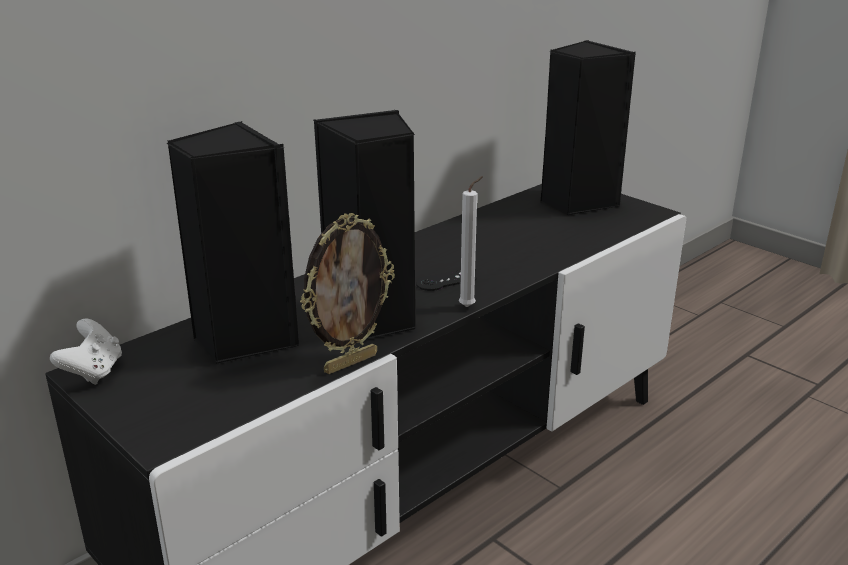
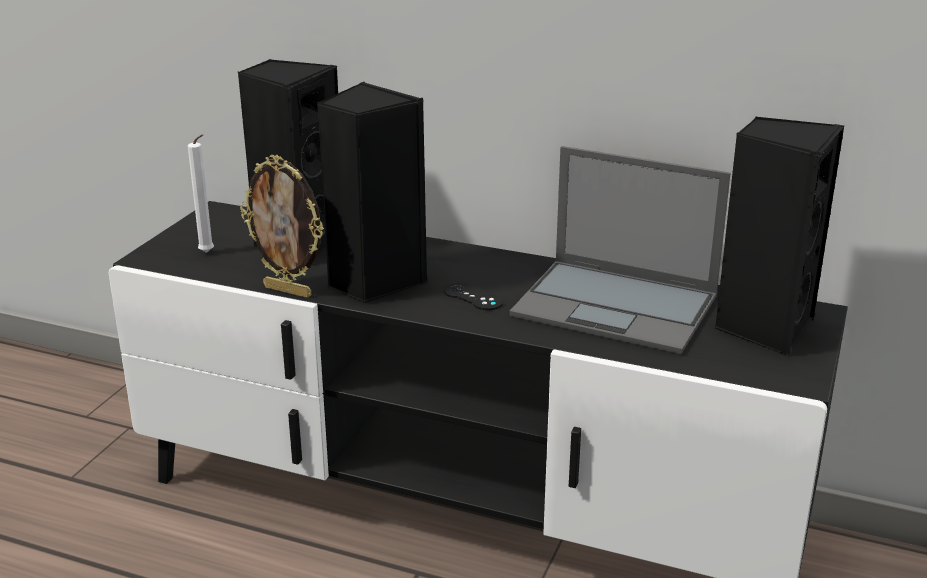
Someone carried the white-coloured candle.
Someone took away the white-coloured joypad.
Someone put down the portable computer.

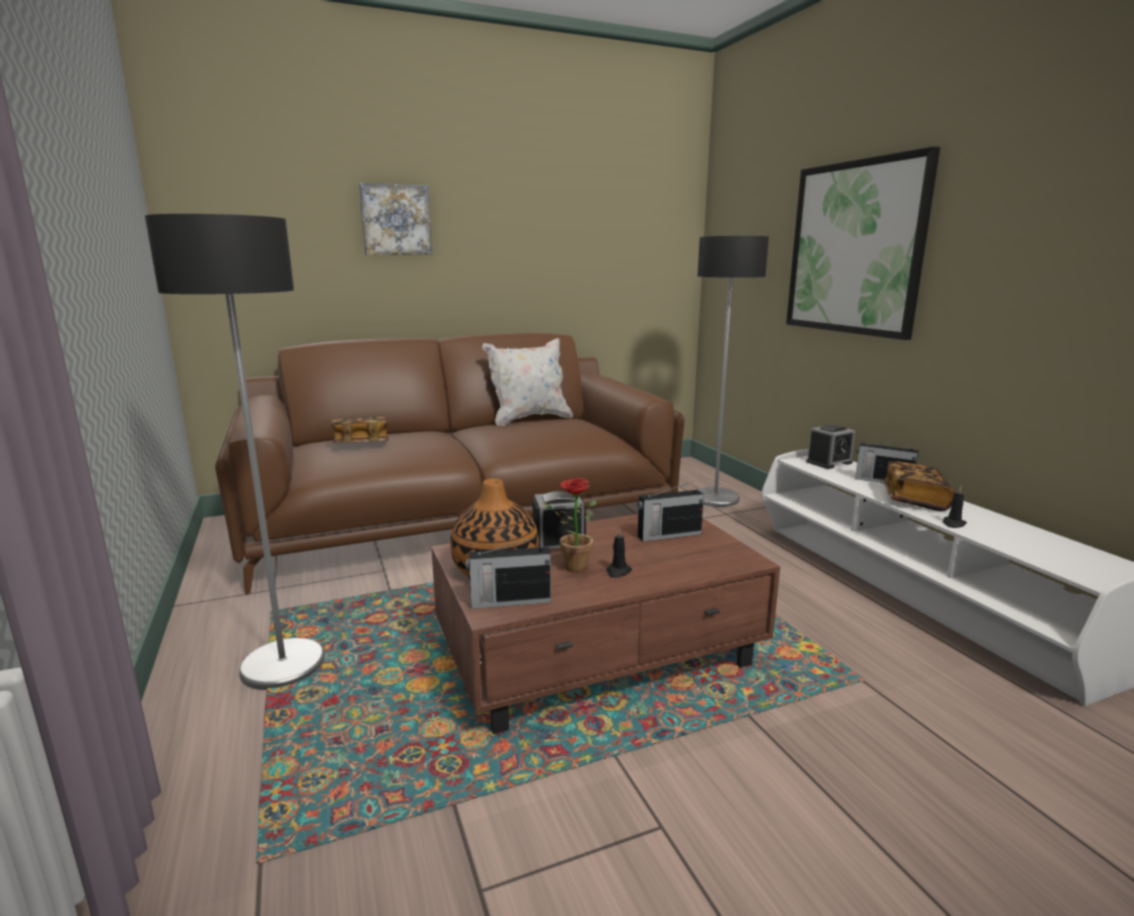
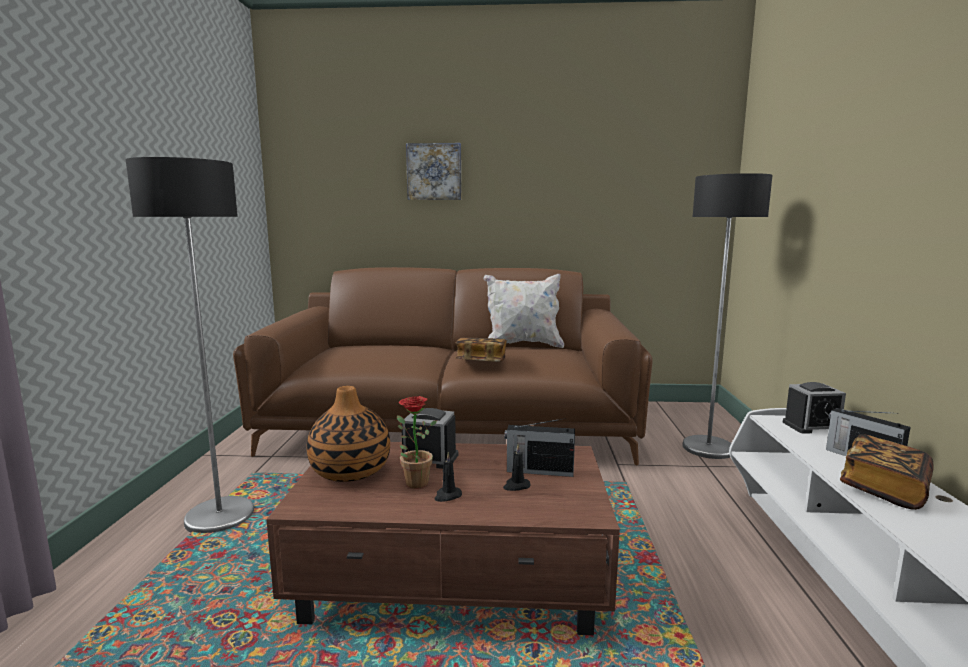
Someone took away the wall art (no. 2 from left).
Someone carried the volume (no. 1 from left).
Someone carried the blackish candle (no. 2 from left).
Someone took away the radio (no. 1 from left).

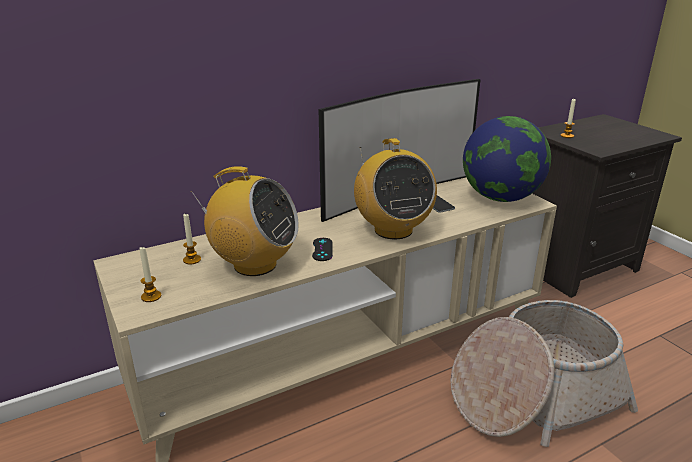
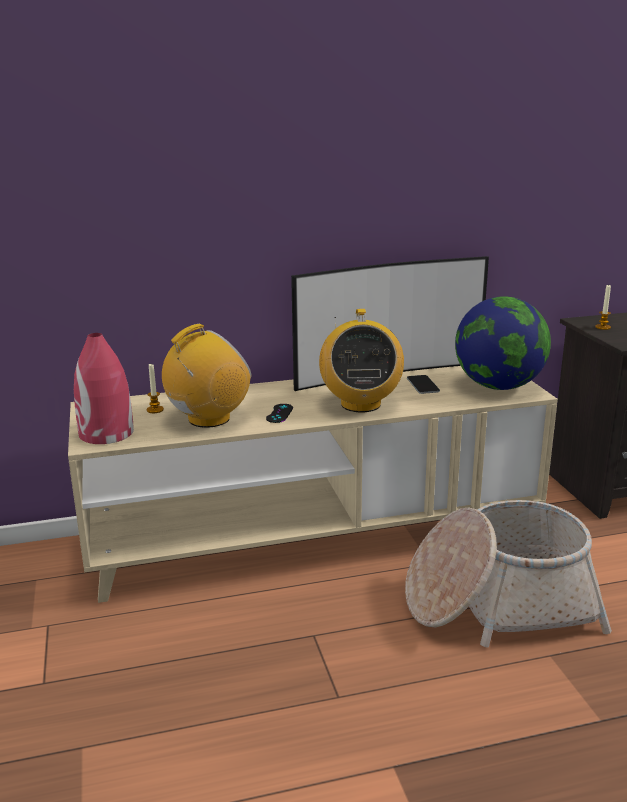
Someone rotated the radio (no. 1 from left) by 75 degrees counterclockwise.
Someone swapped the candle (no. 1 from left) for the red-coloured decorative vase.

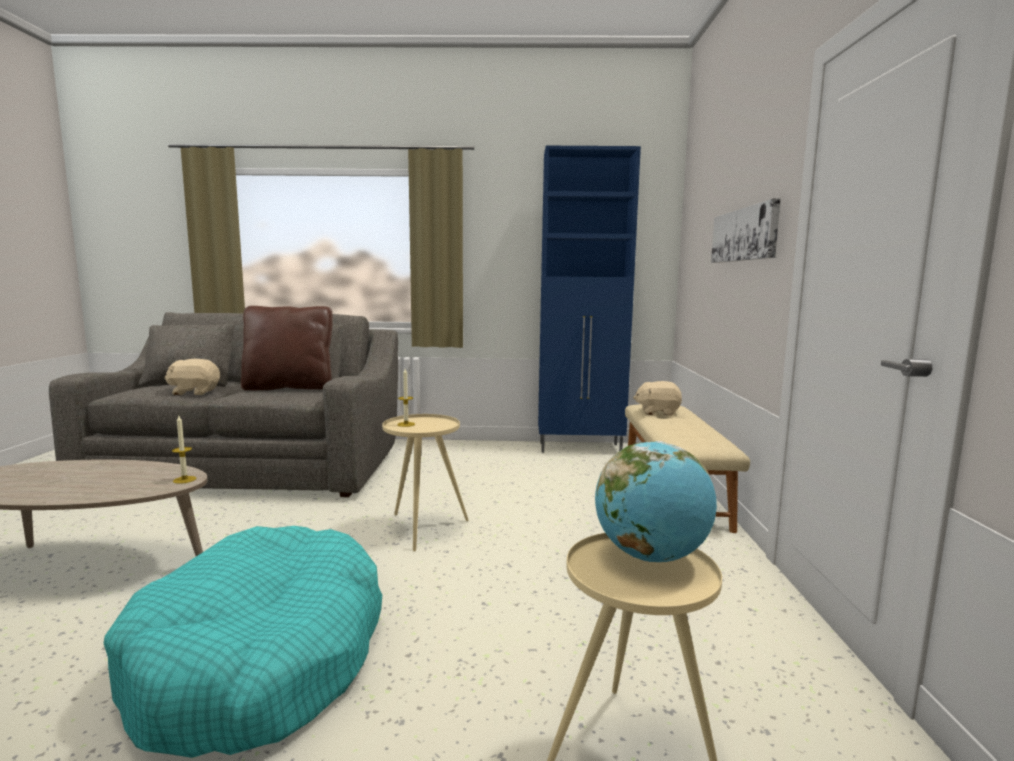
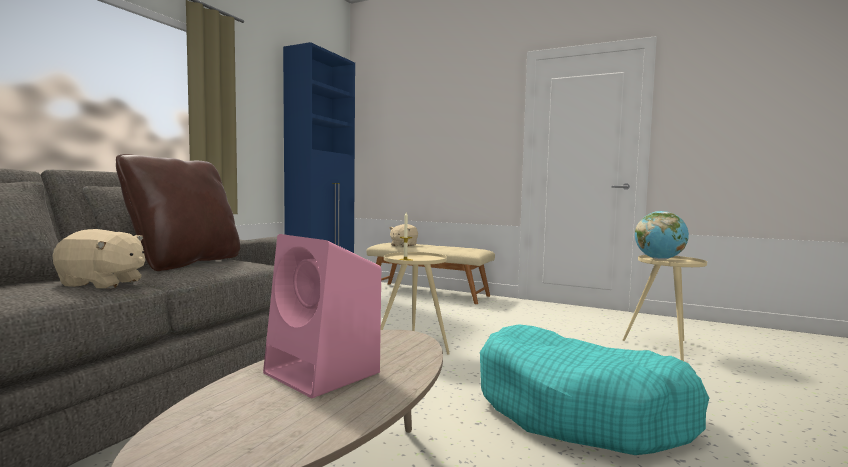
Someone took away the wall art.
Someone rotated the beige-coloured plush toy (no. 1 from left) by 105 degrees counterclockwise.
Someone took away the candle (no. 1 from left).
Someone put down the pink speaker.

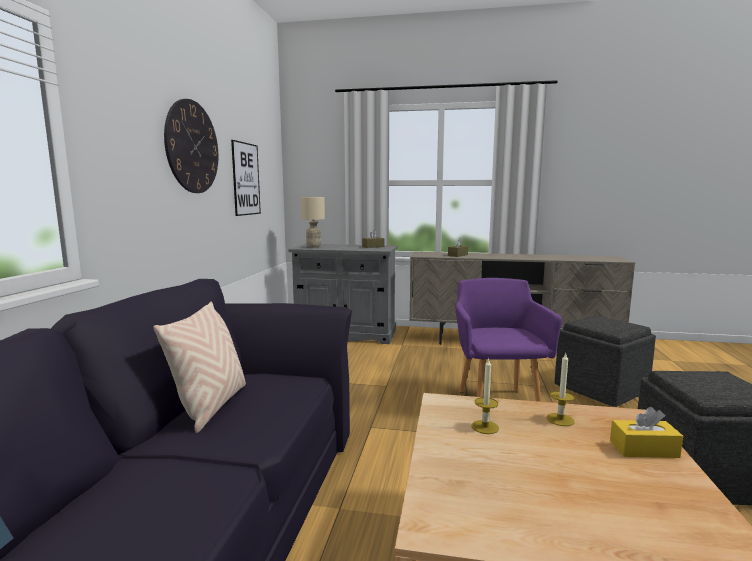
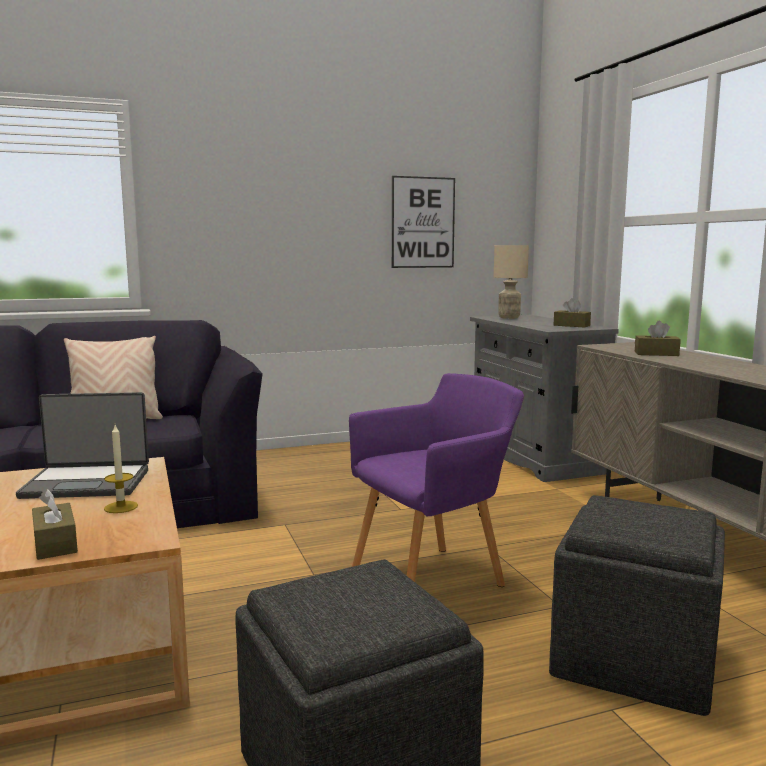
Someone took away the wall clock.
Someone swapped the candle (no. 1 from left) for the portable computer.
Someone repainted the yellow-coloured tissue box, which became the brown tissue box (no. 1 from left).

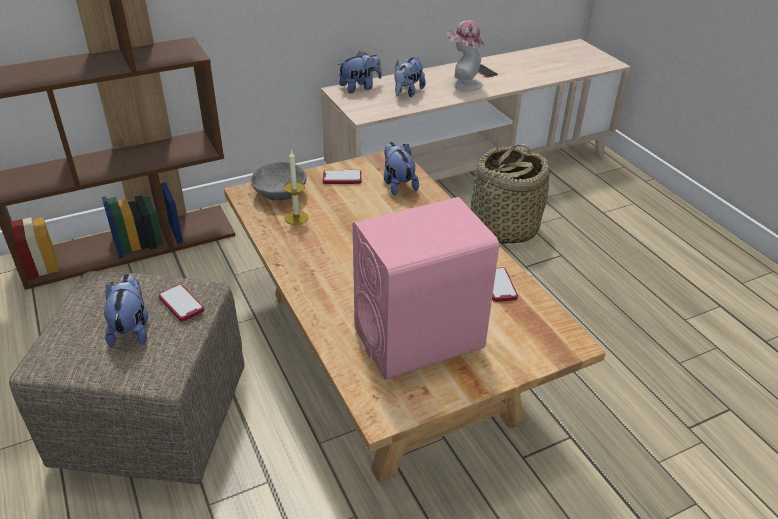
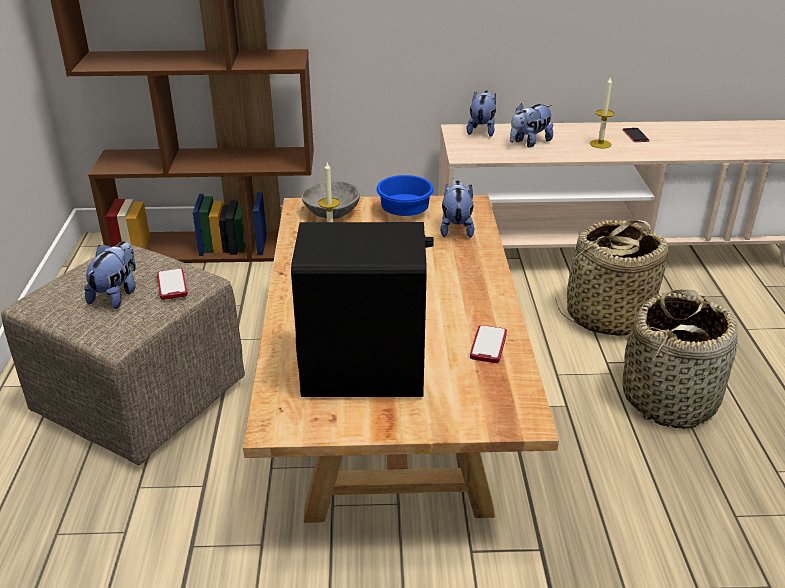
Someone swapped the clothing hat for the candle (no. 2 from left).
Someone rotated the plush toy (no. 2 from left in the first image) by 75 degrees counterclockwise.
Someone swapped the telephone (no. 2 from left) for the blue-coloured deep dish.
Someone repainted the pink speaker, which became the blackish speaker.
Someone put down the storage basket (no. 2 from left).

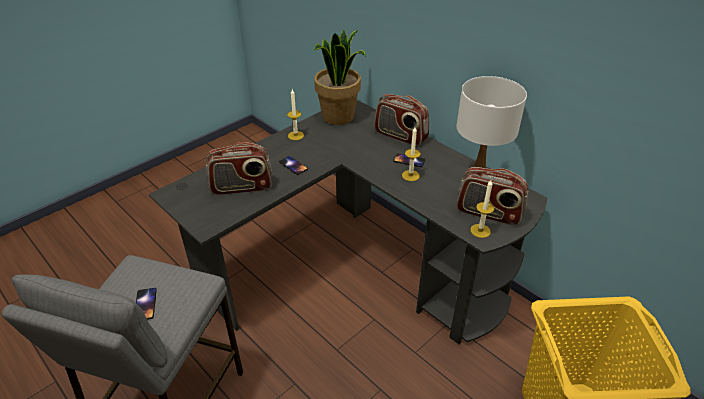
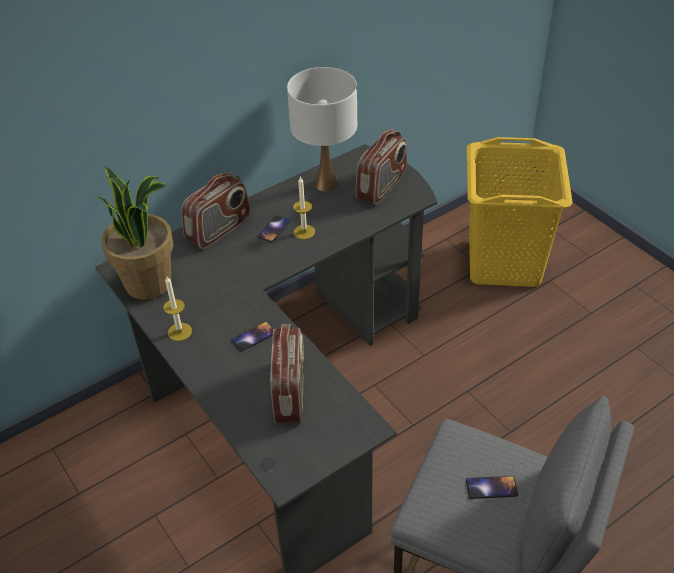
Someone took away the candle (no. 3 from left).

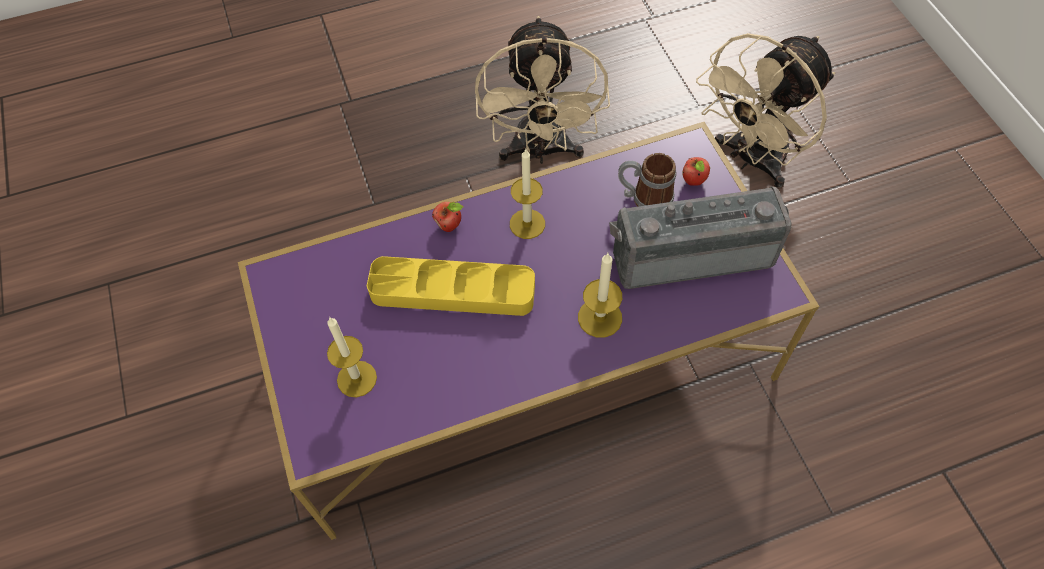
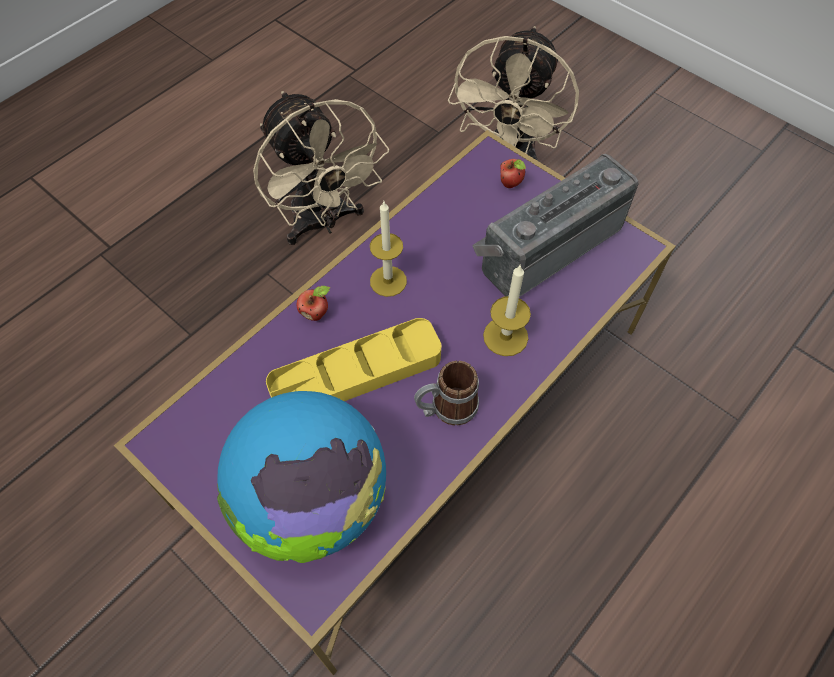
Someone carried the coffee mug.
Someone swapped the candle (no. 1 from left) for the globe.

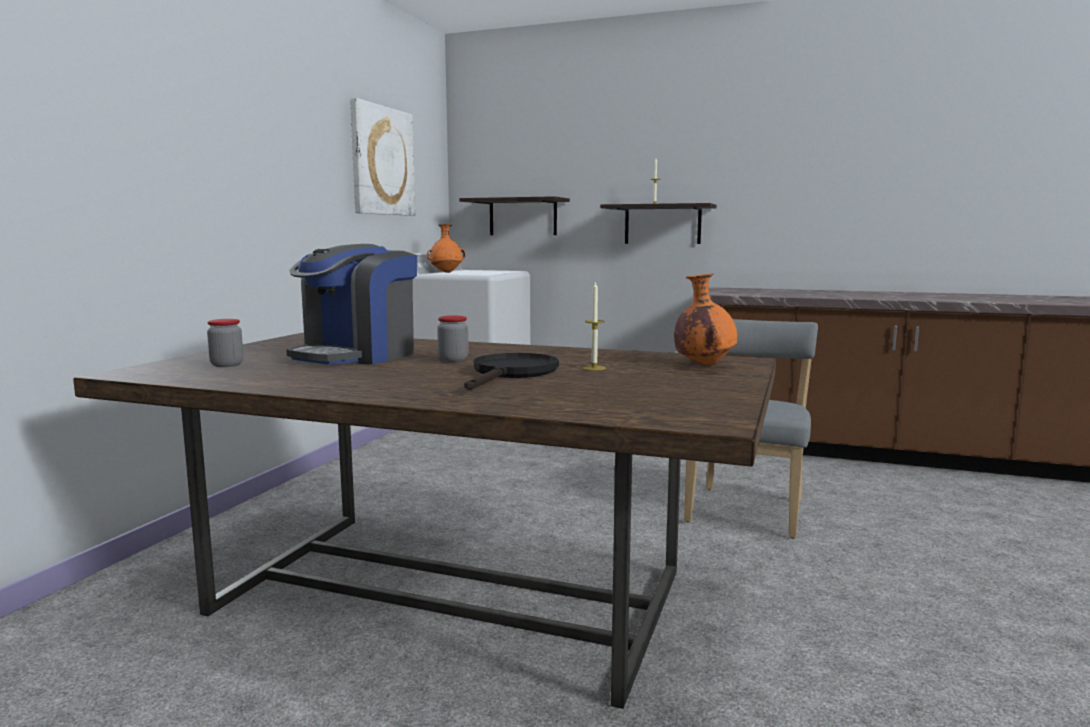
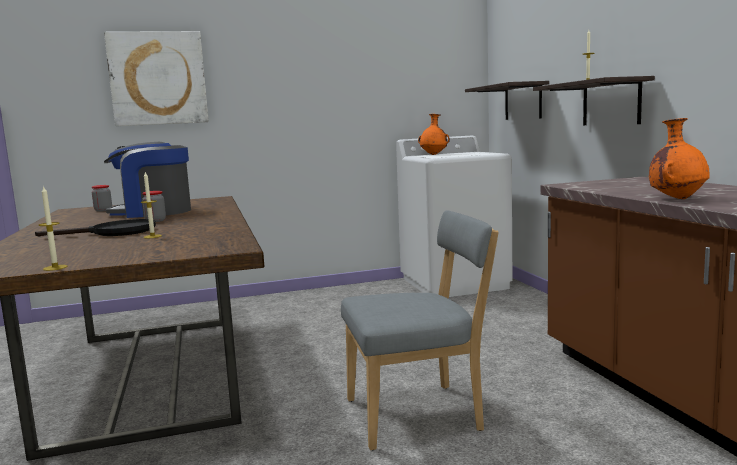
Someone carried the wall art.
Someone carried the orangey decorative vase (no. 2 from left).
Someone put down the candle (no. 1 from left).

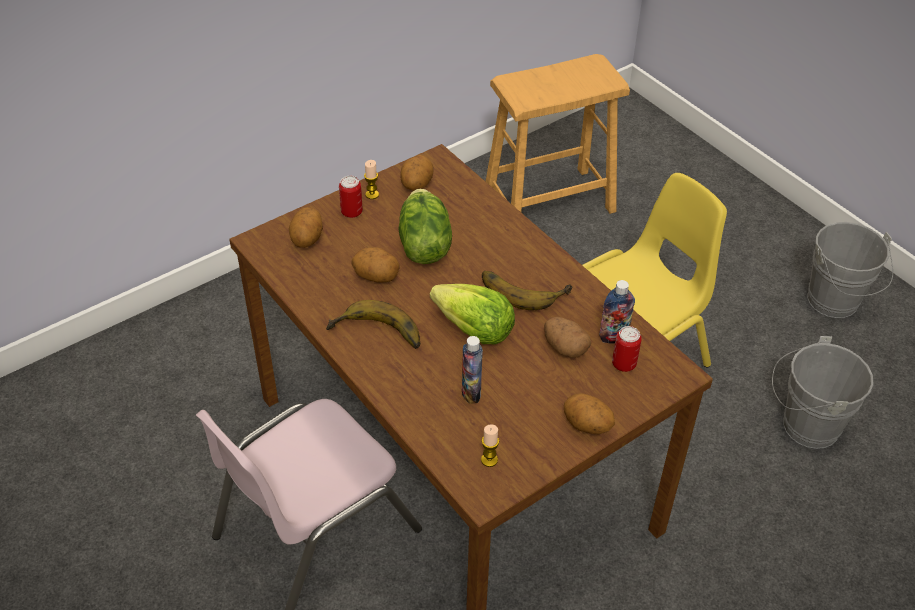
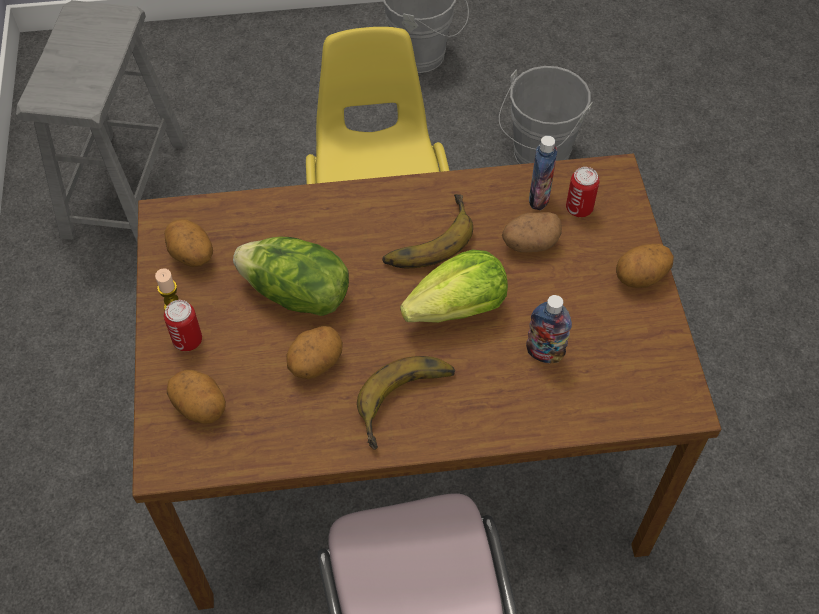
Someone repainted the brown stool seat, which became the grey stool seat.
Someone took away the candle (no. 2 from left).

